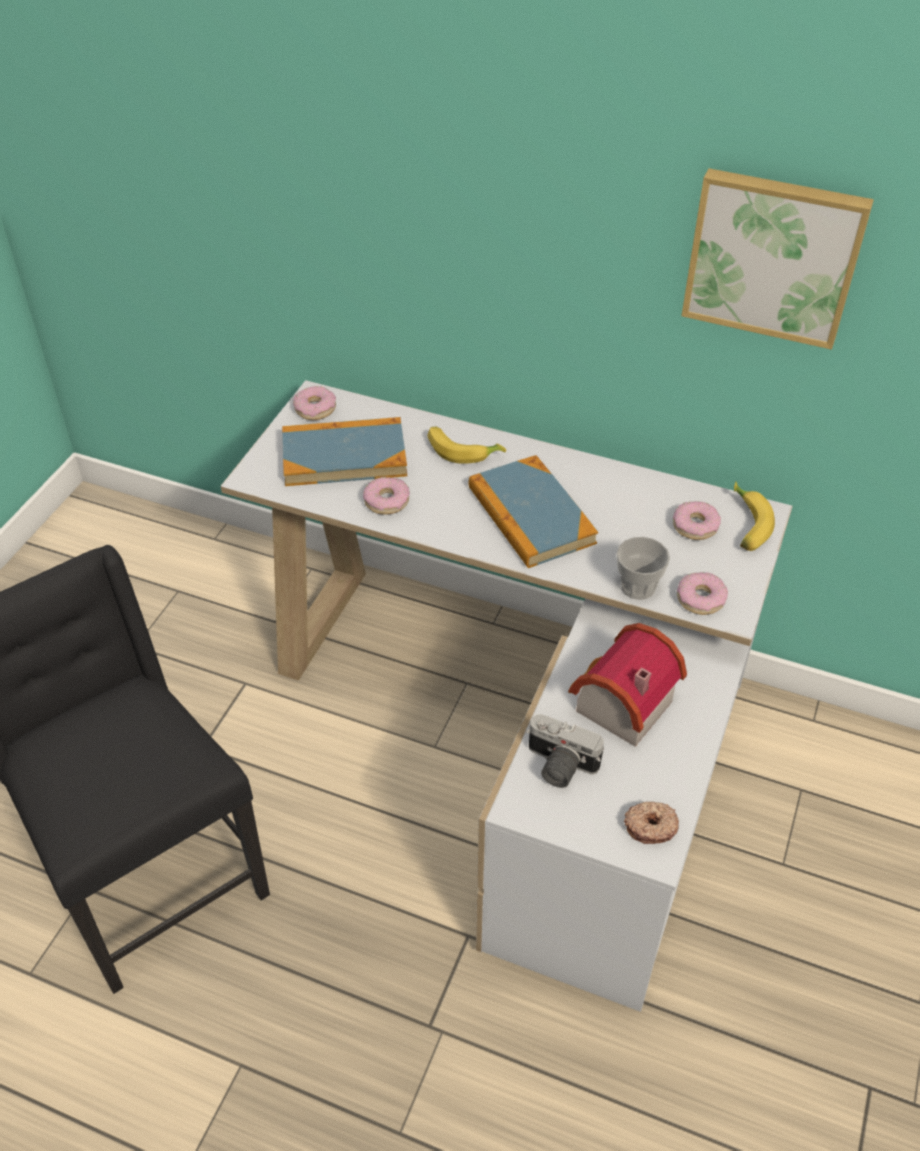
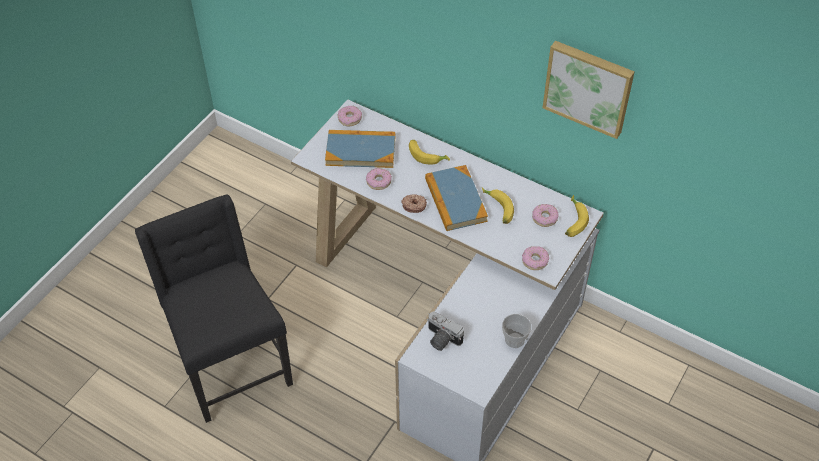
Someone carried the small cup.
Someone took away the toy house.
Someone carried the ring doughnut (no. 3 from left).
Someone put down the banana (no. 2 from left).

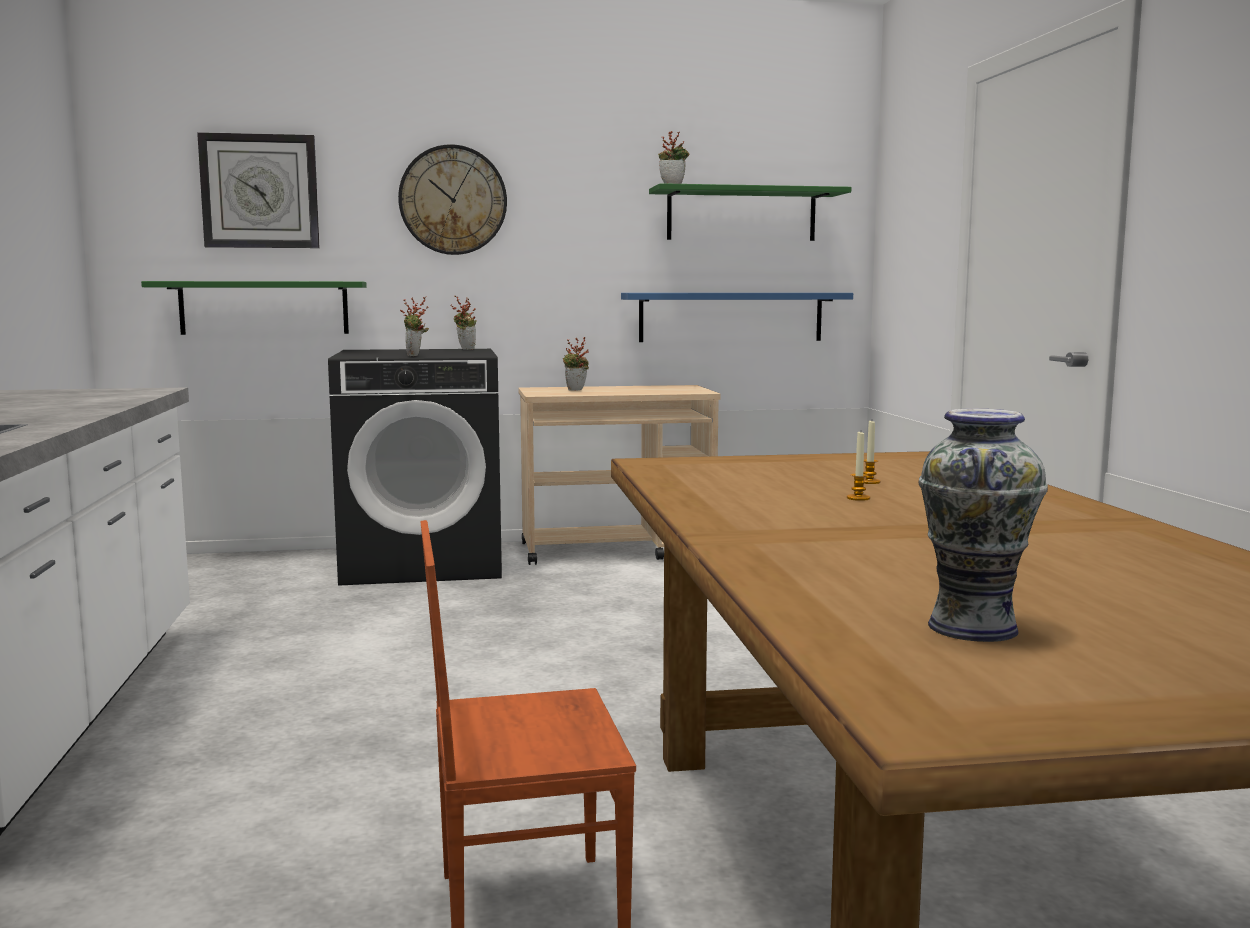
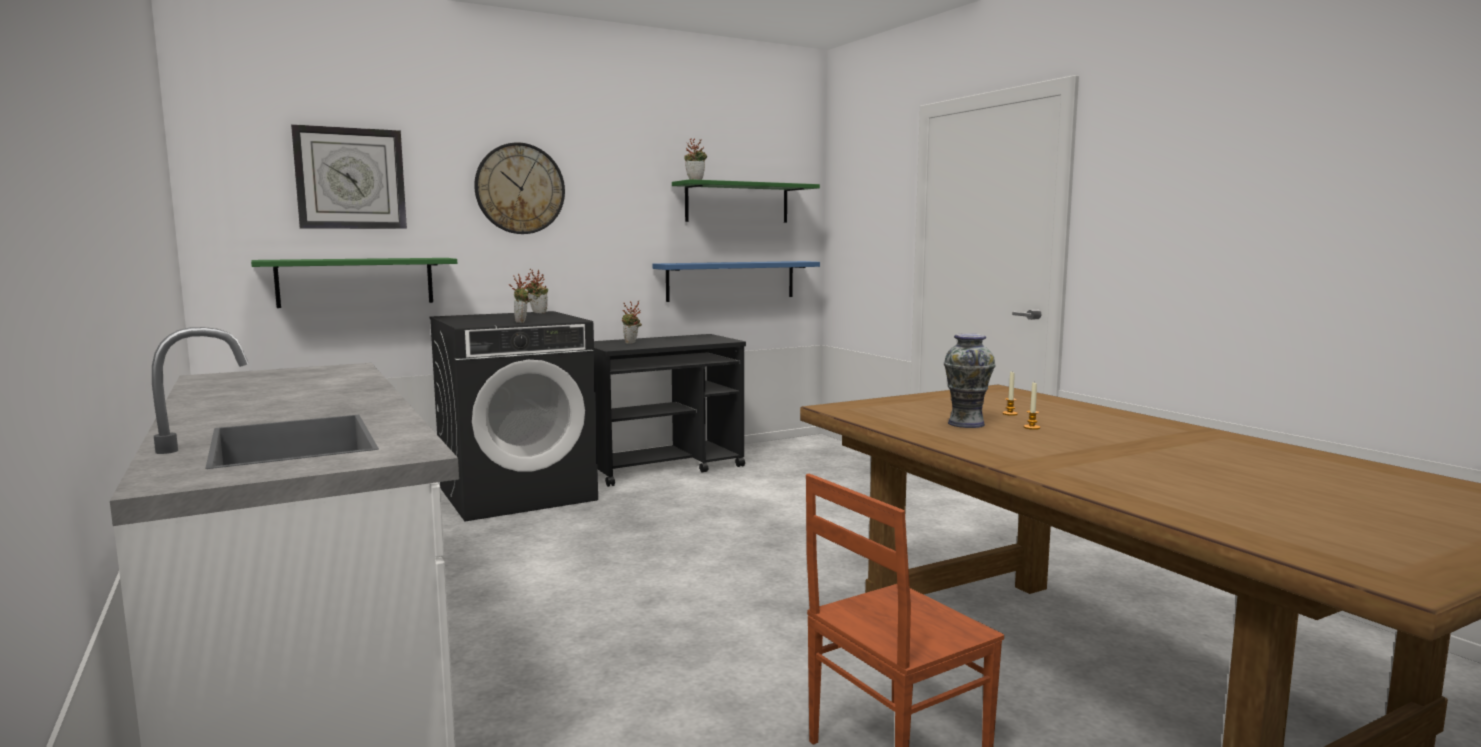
Someone repainted the beige-coloured cart, which became the blackish cart.
Someone carried the decorative vase.

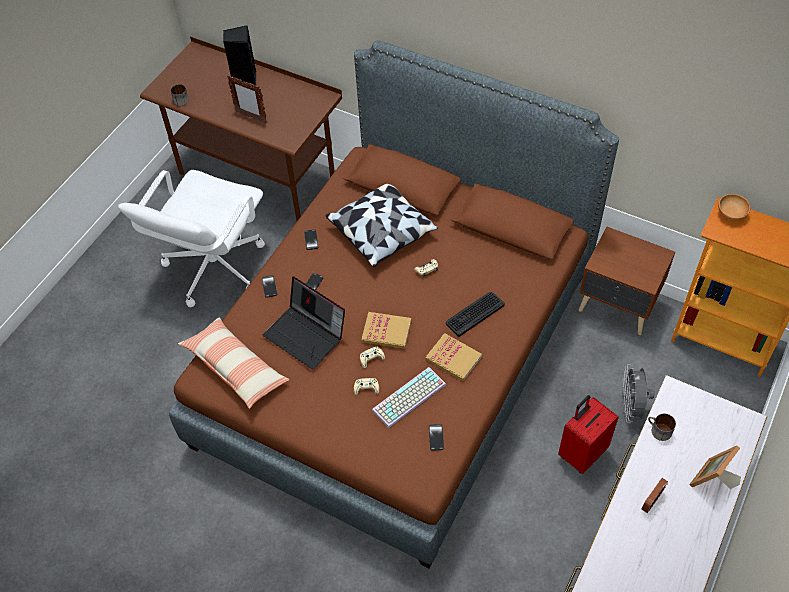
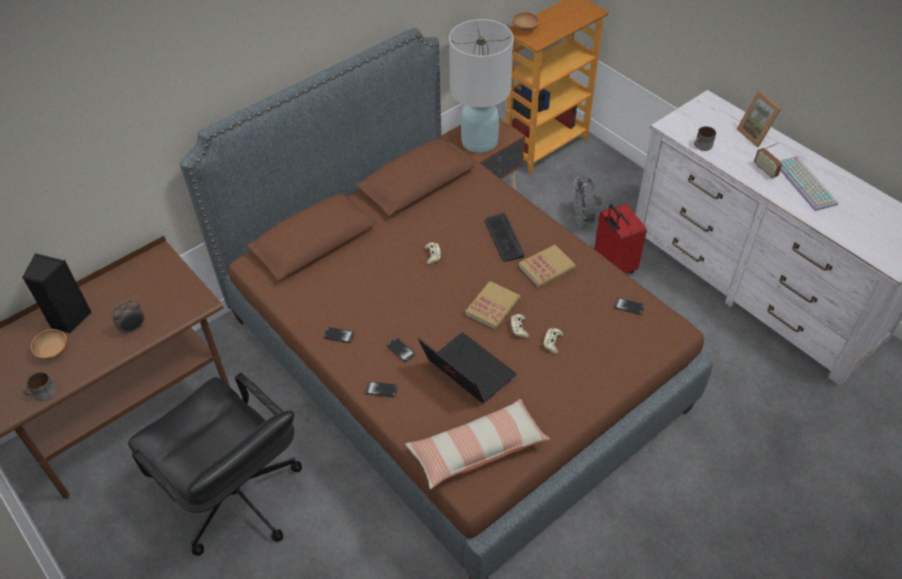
Someone swapped the picture frame (no. 1 from left) for the alarm clock.
Someone repainted the white-coloured desk chair, which became the blackish desk chair.
Someone took away the pillow (no. 2 from left).
Someone rotated the portable computer by 105 degrees counterclockwise.
Someone rotated the grey cooling fan by 60 degrees clockwise.
Someone carried the PC keyboard (no. 1 from left in the first image).
Someone put down the white-coloured tabletop lamp.
Someone put down the brown deep dish (no. 1 from left).

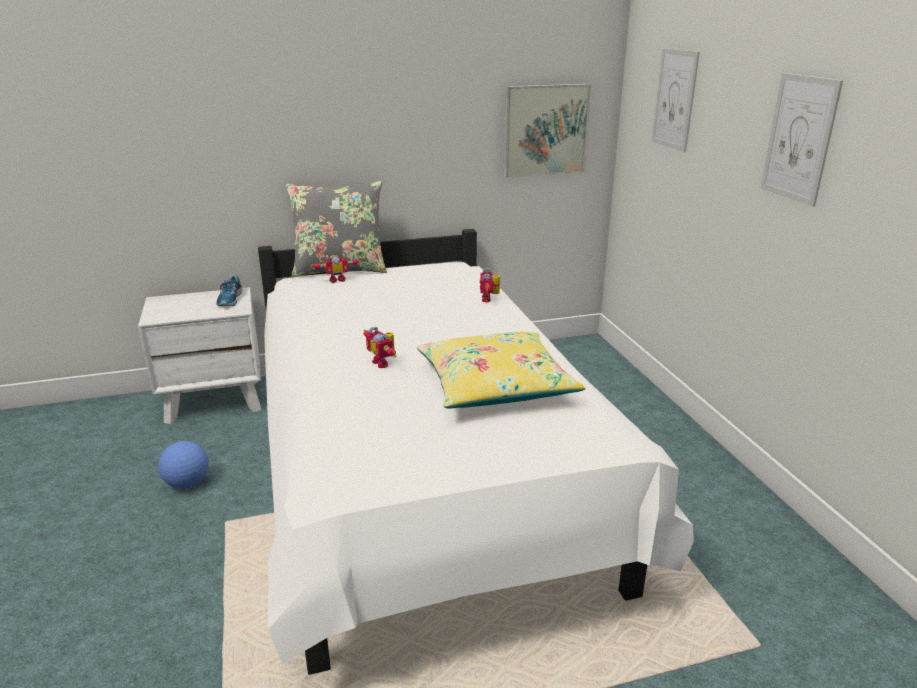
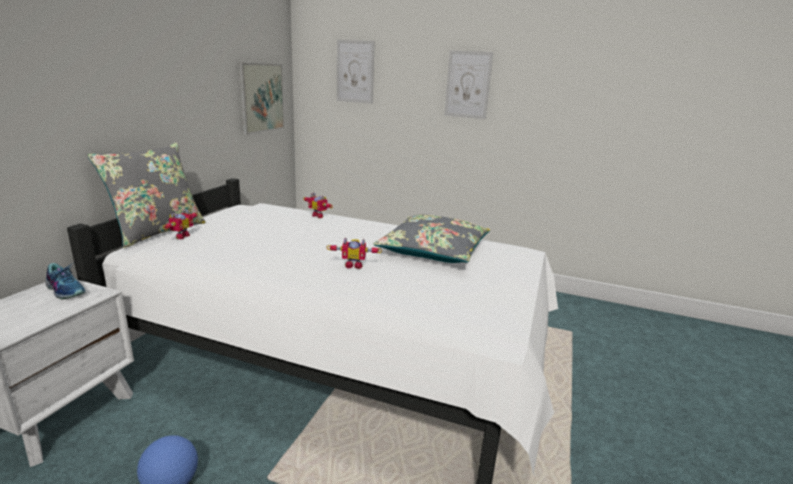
Someone repainted the yellow-coloured pillow, which became the grey pillow (no. 2 from left).

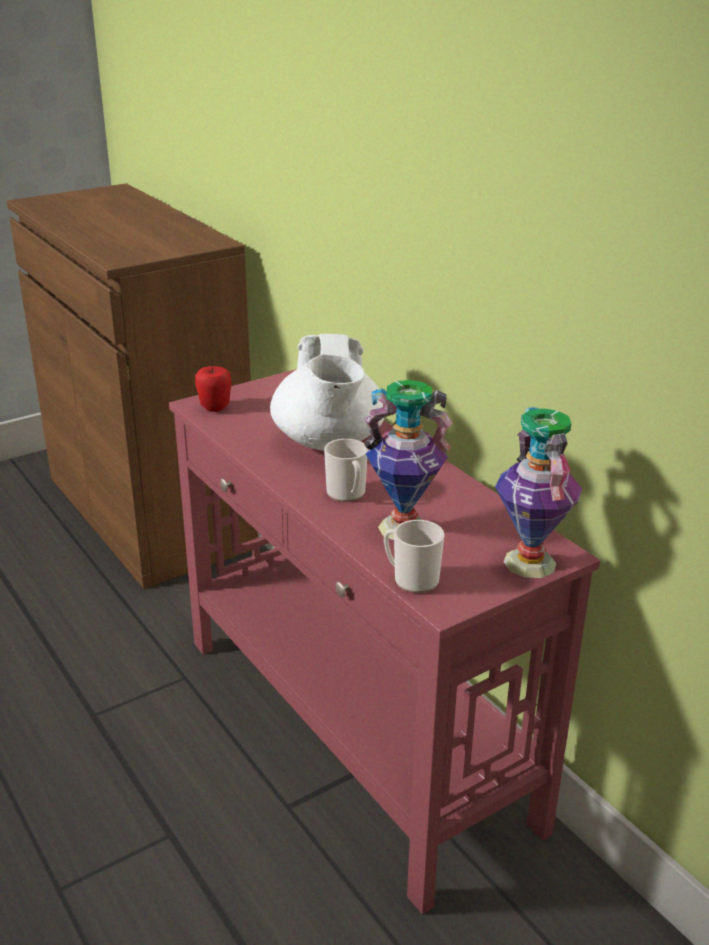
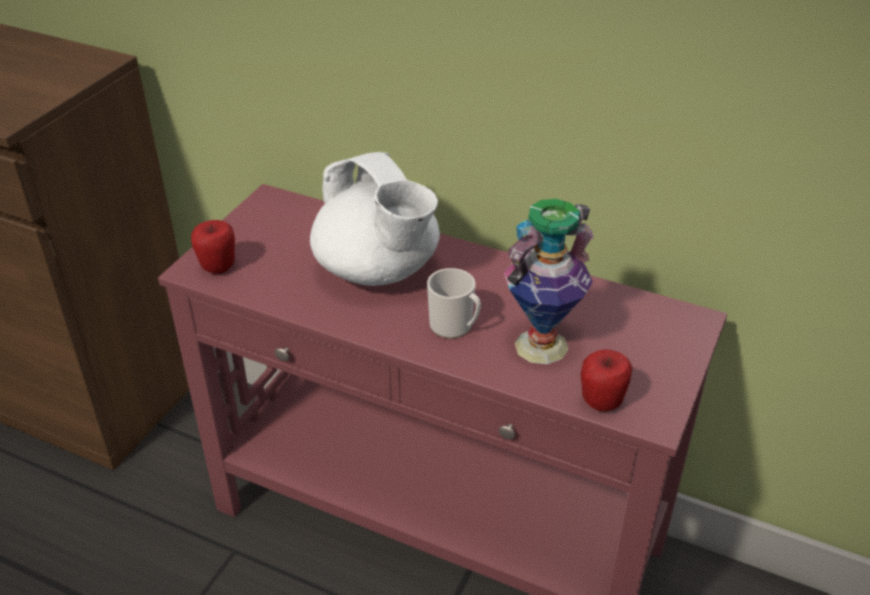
Someone took away the decorative vase (no. 2 from left).
Someone swapped the coffee mug (no. 2 from left) for the whole apple (no. 2 from left).

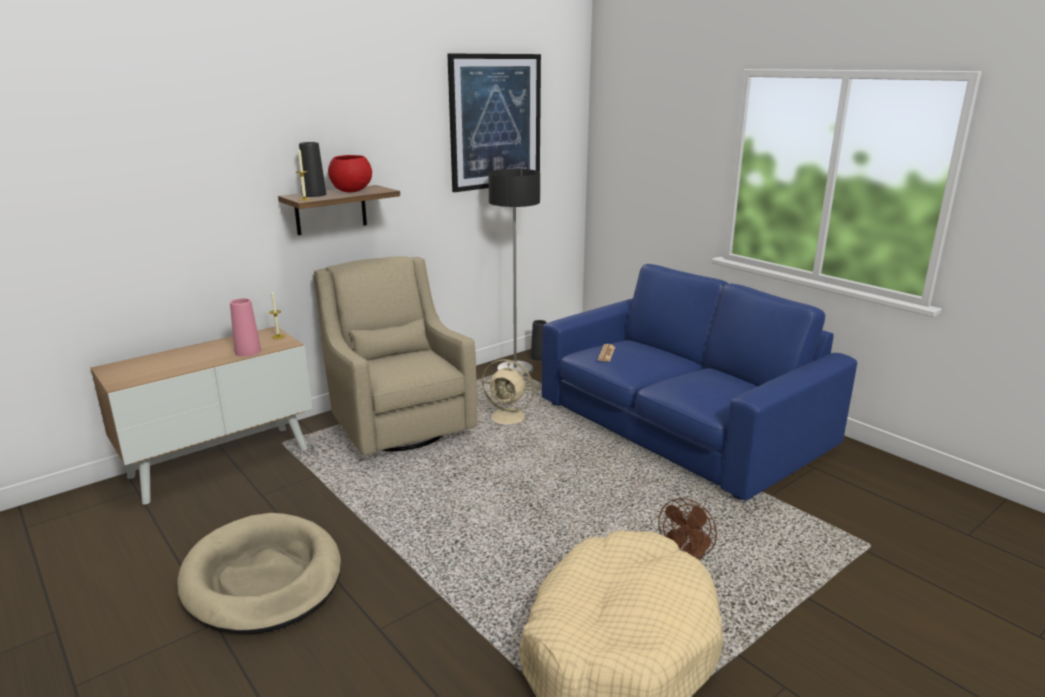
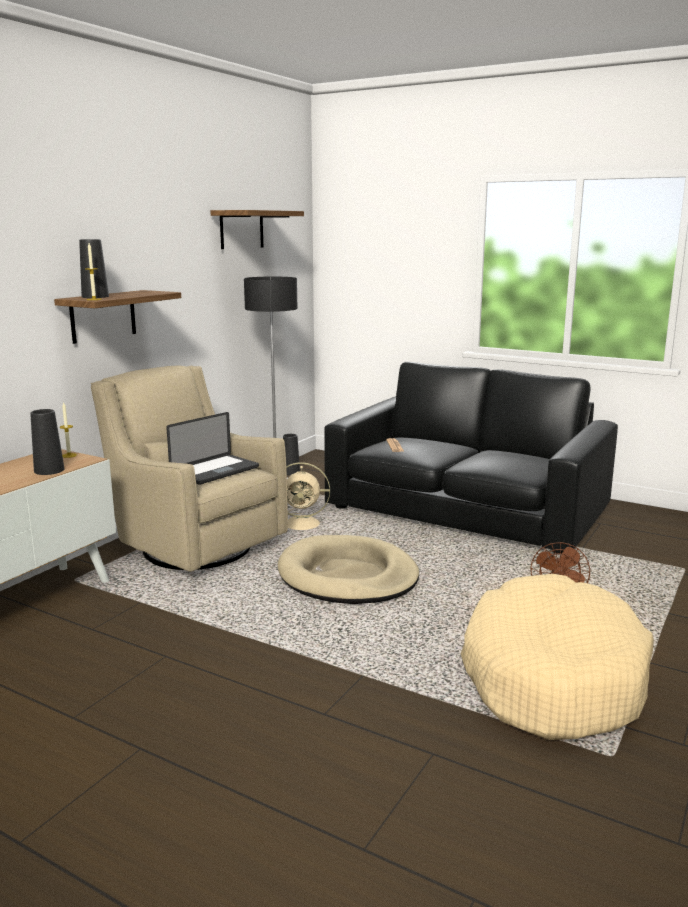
Someone swapped the wall art for the wall shelf (no. 2 from left).
Someone took away the red-coloured deep dish.
Someone repainted the blue-coloured couch, which became the blackish couch.
Someone repainted the pink decorative vase, which became the blackish decorative vase (no. 1 from left).
Someone carried the beige-coloured pet bed (no. 1 from left).
Someone put down the portable computer.

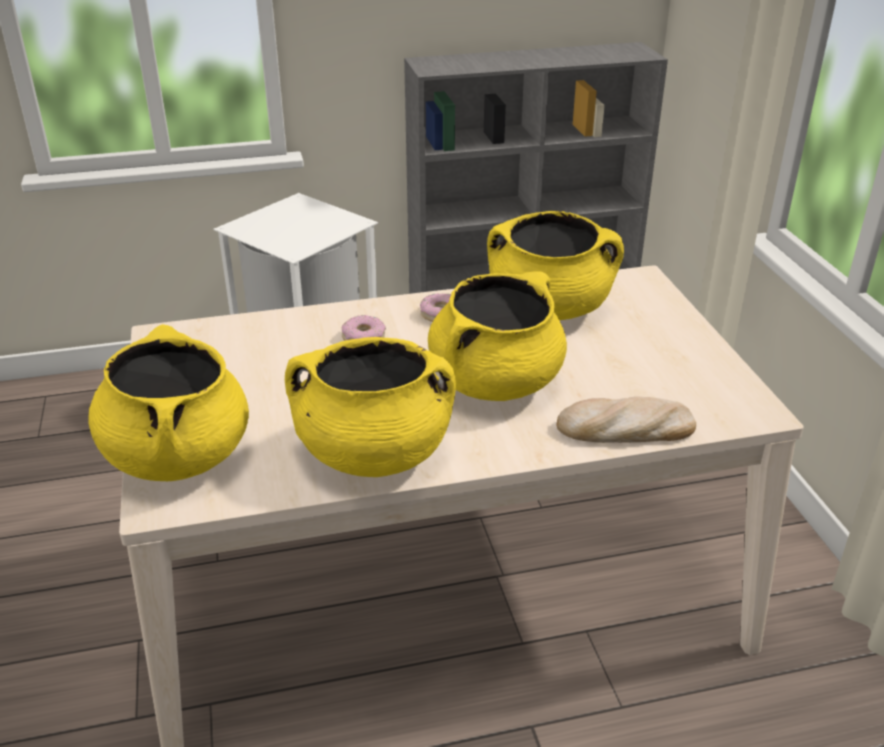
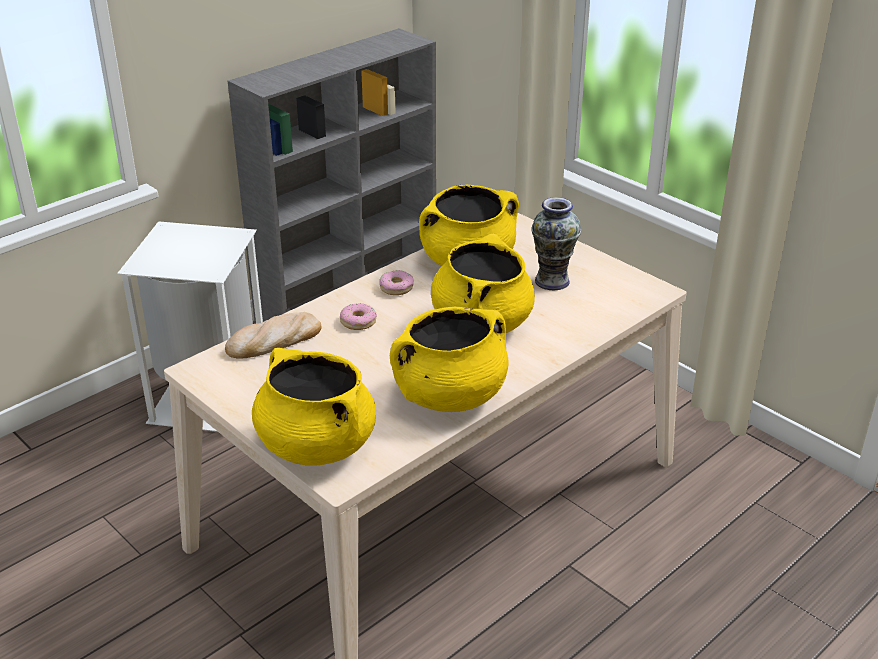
Someone carried the bakery bread.
Someone put down the decorative vase.

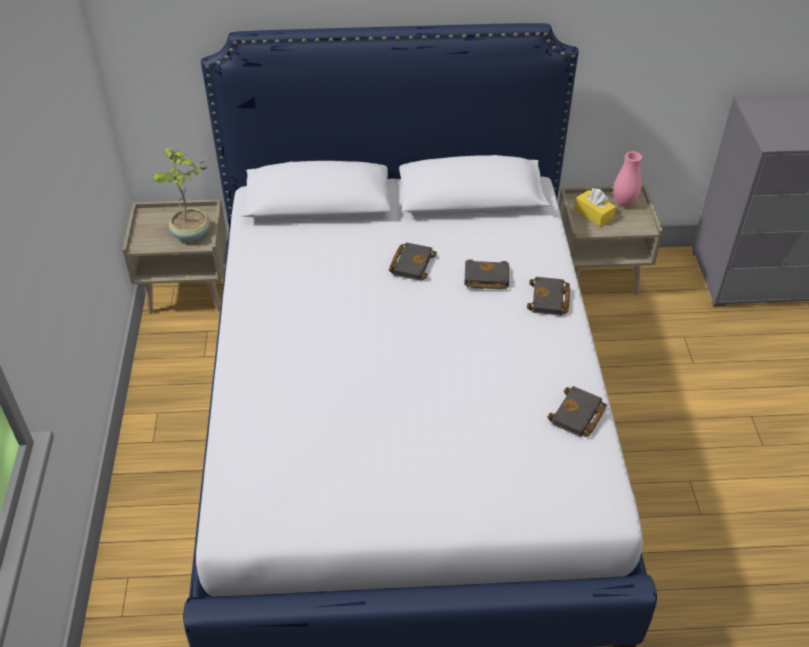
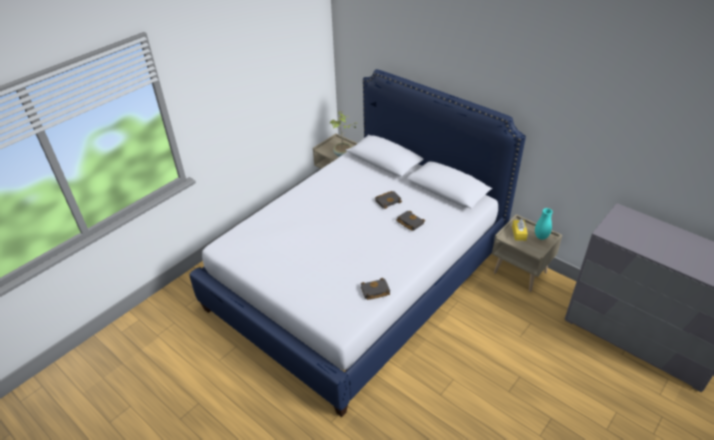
Someone repainted the pink decorative vase, which became the blue-green decorative vase.
Someone took away the blackish volume (no. 3 from left).

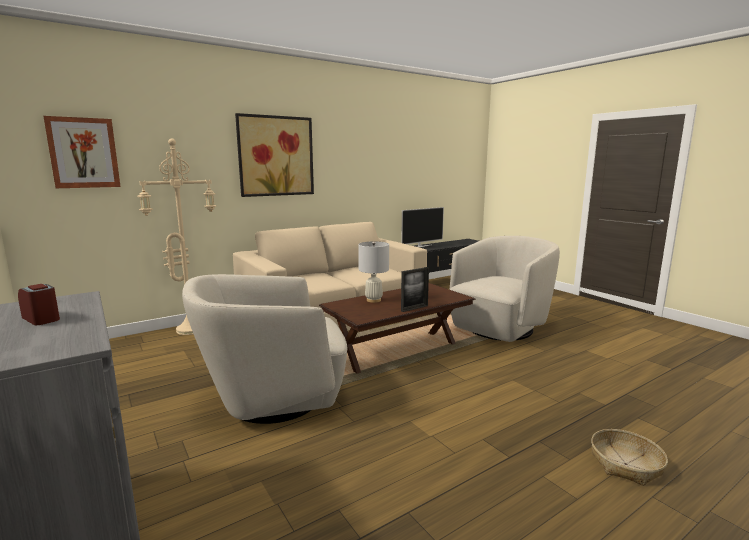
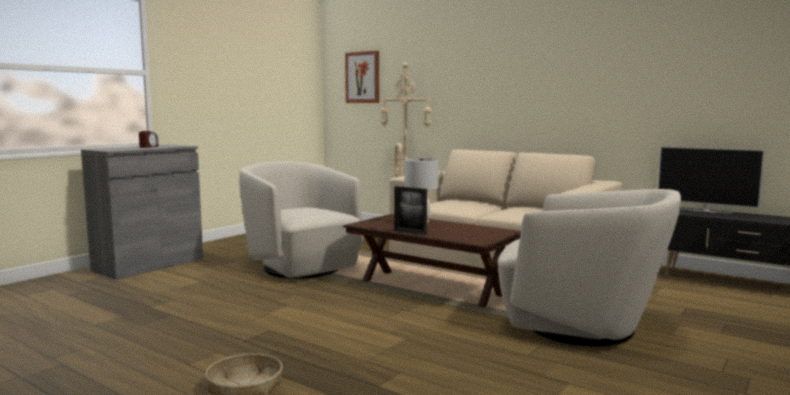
Someone took away the wall art (no. 2 from left).

